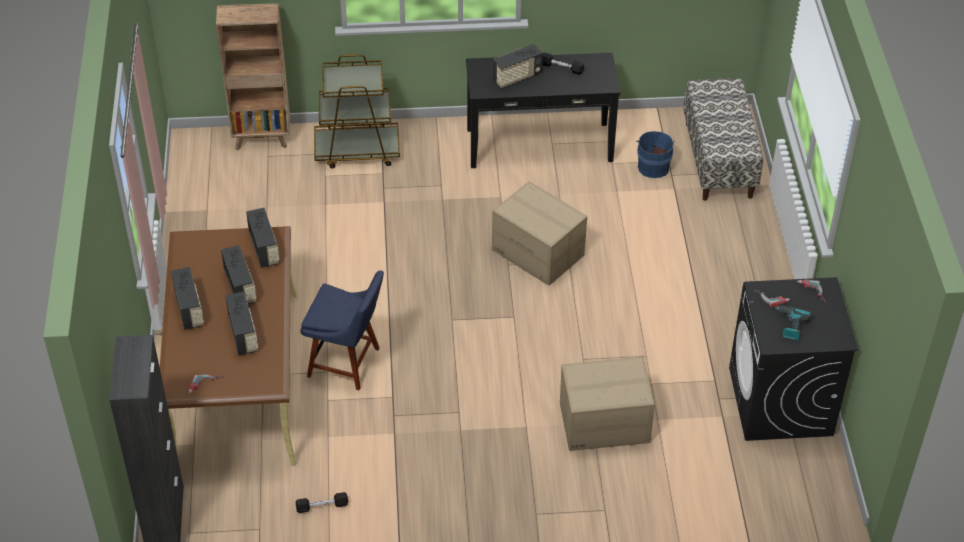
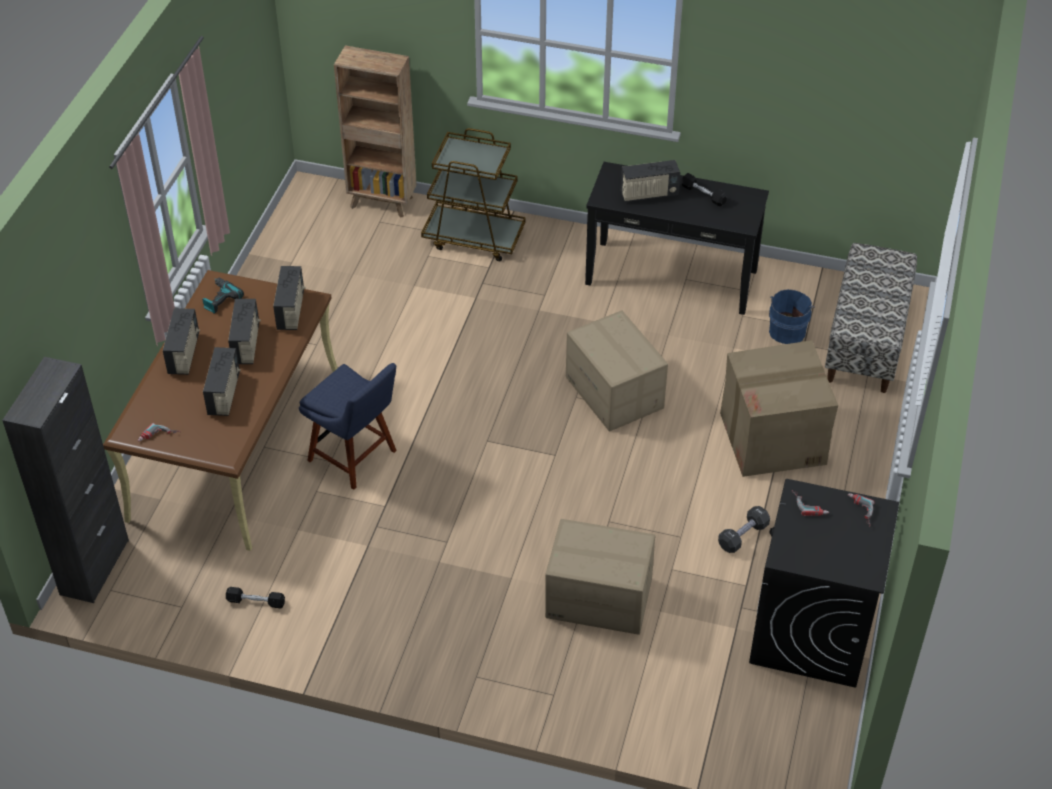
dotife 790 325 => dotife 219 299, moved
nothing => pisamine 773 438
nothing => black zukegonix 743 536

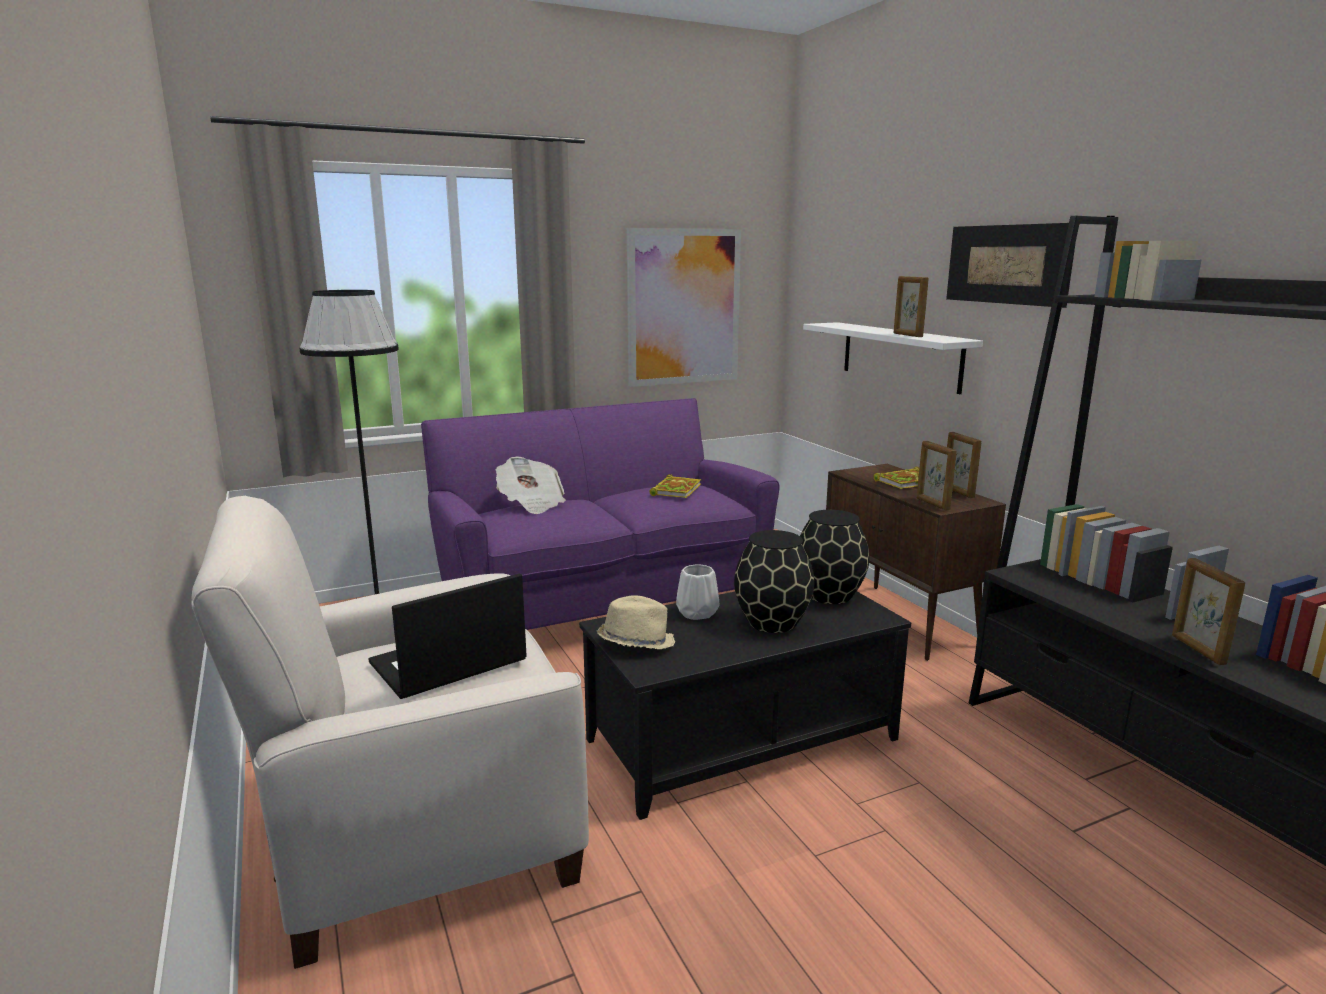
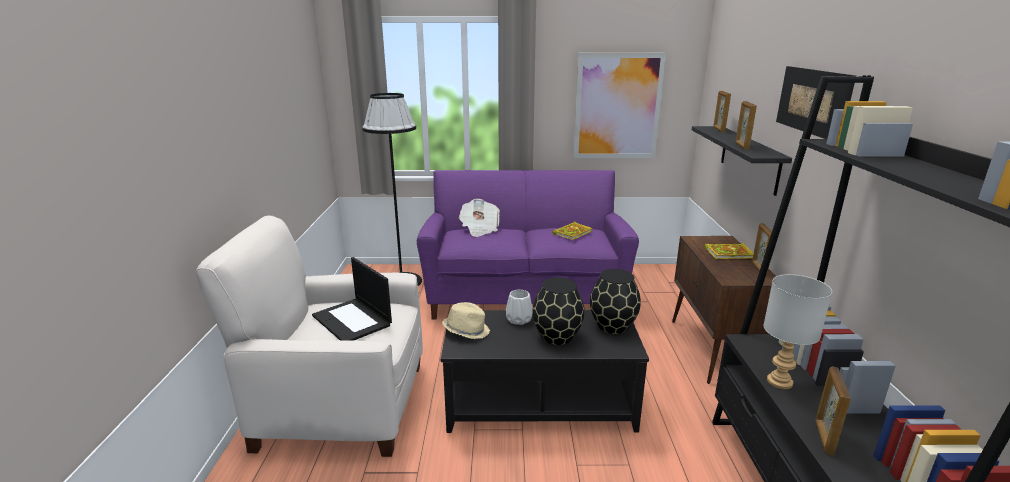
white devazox 900 356 => black devazox 749 158
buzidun 932 504 => buzidun 718 129, moved
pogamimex 447 663 => pogamimex 353 320, 120 degrees counterclockwise
nothing => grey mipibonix 779 382

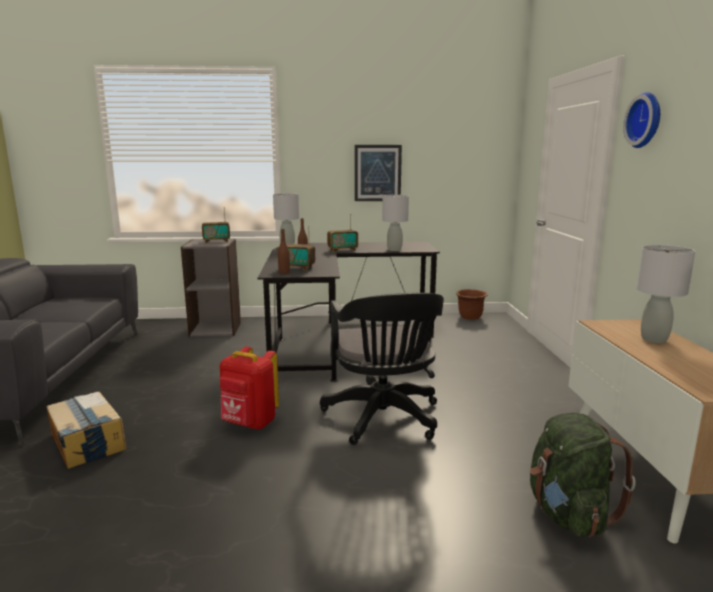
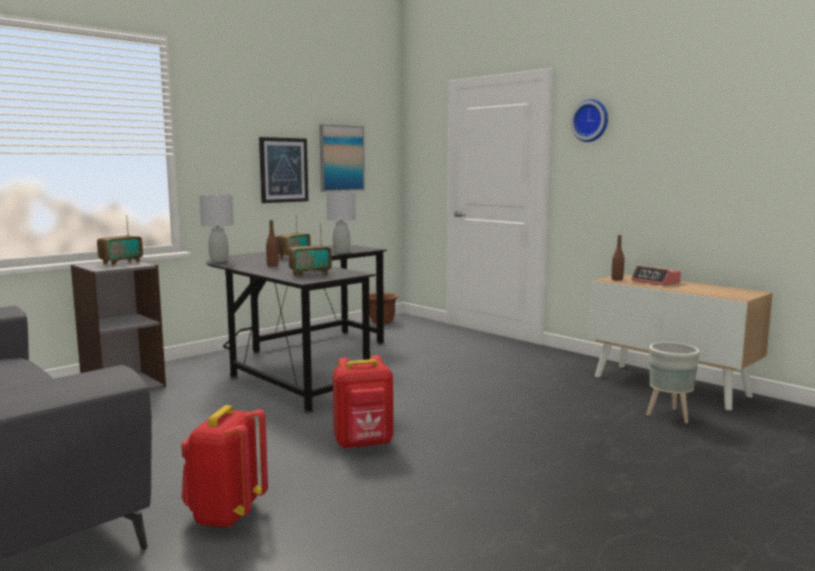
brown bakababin 284 272 => brown bakababin 617 279, moved
grey mipibonix 654 339 => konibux 656 282
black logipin 384 419 => nothing
pisamine 87 442 => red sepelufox 225 515
green sepelufox 568 514 => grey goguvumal 670 416
nothing => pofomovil 341 158

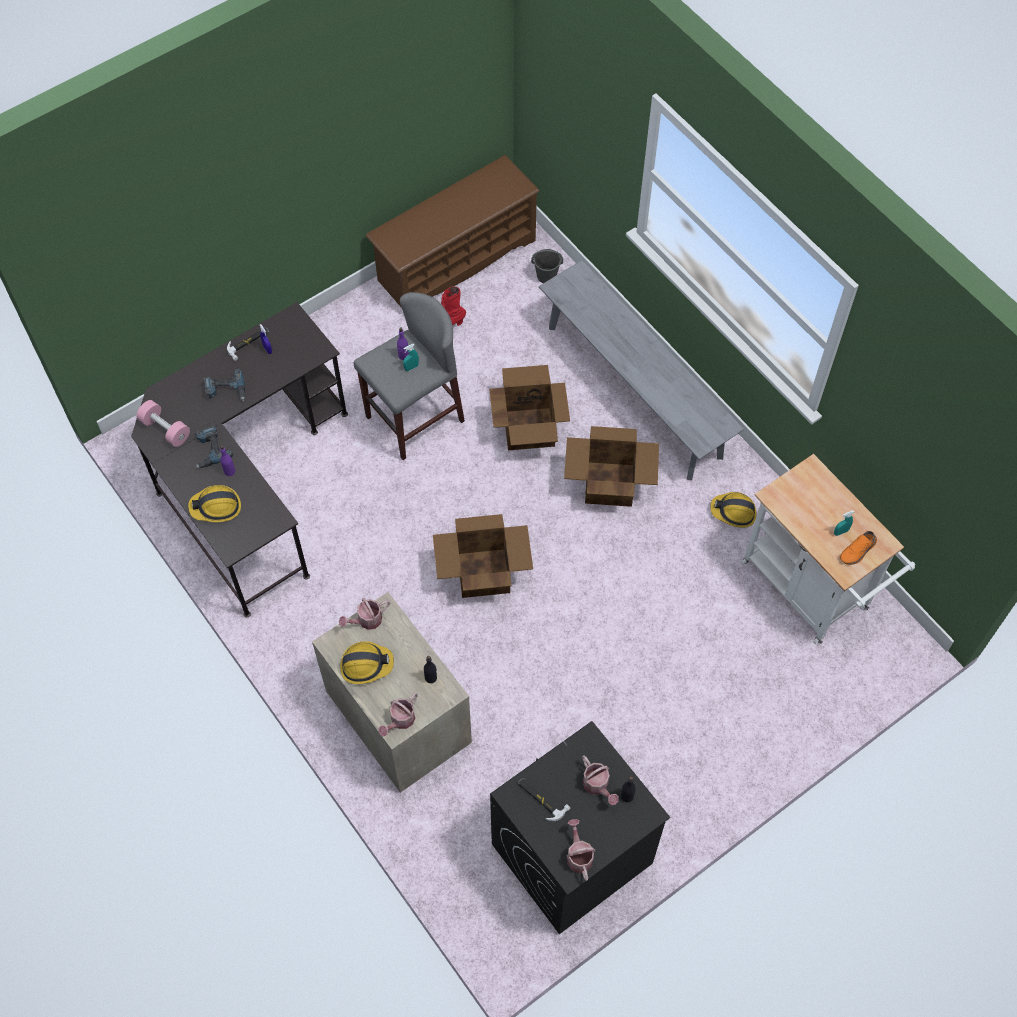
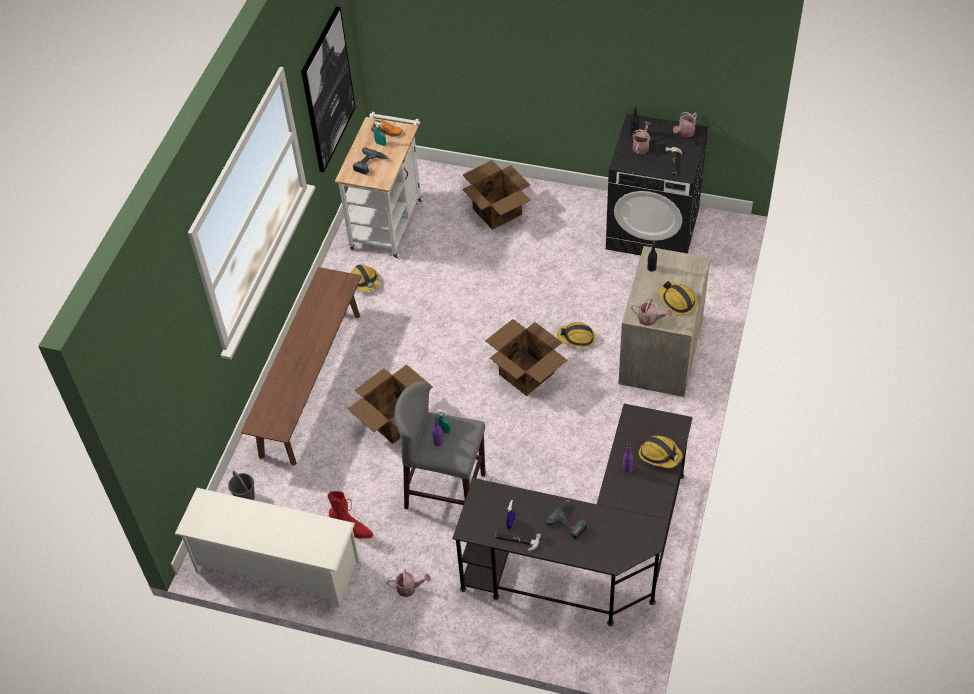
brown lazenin 456 260 => white lazenin 276 566
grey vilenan 634 391 => brown vilenan 311 383
pink zukegonix 165 429 => nothing
dotife 209 450 => dotife 369 164, moved
pisamine 608 483 => pisamine 497 212, moved
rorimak 400 721 => rorimak 409 588, moved
nothing => pofomovil 327 90
nothing => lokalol 576 338

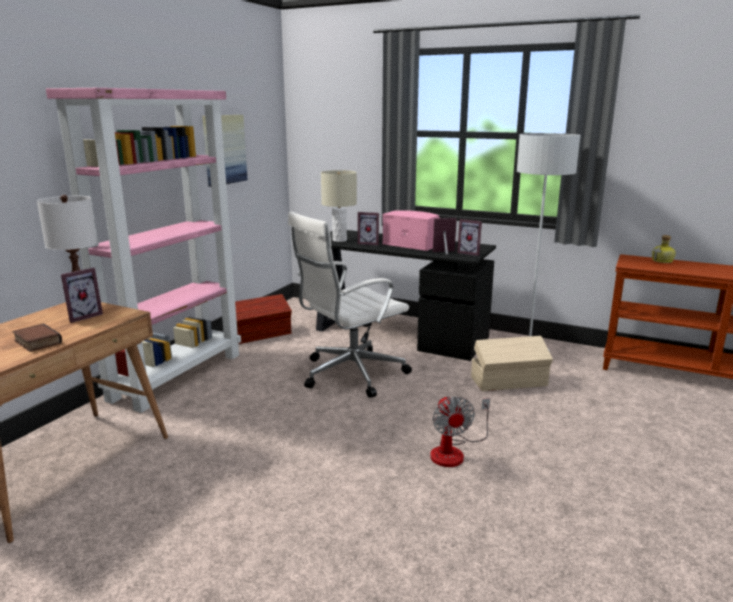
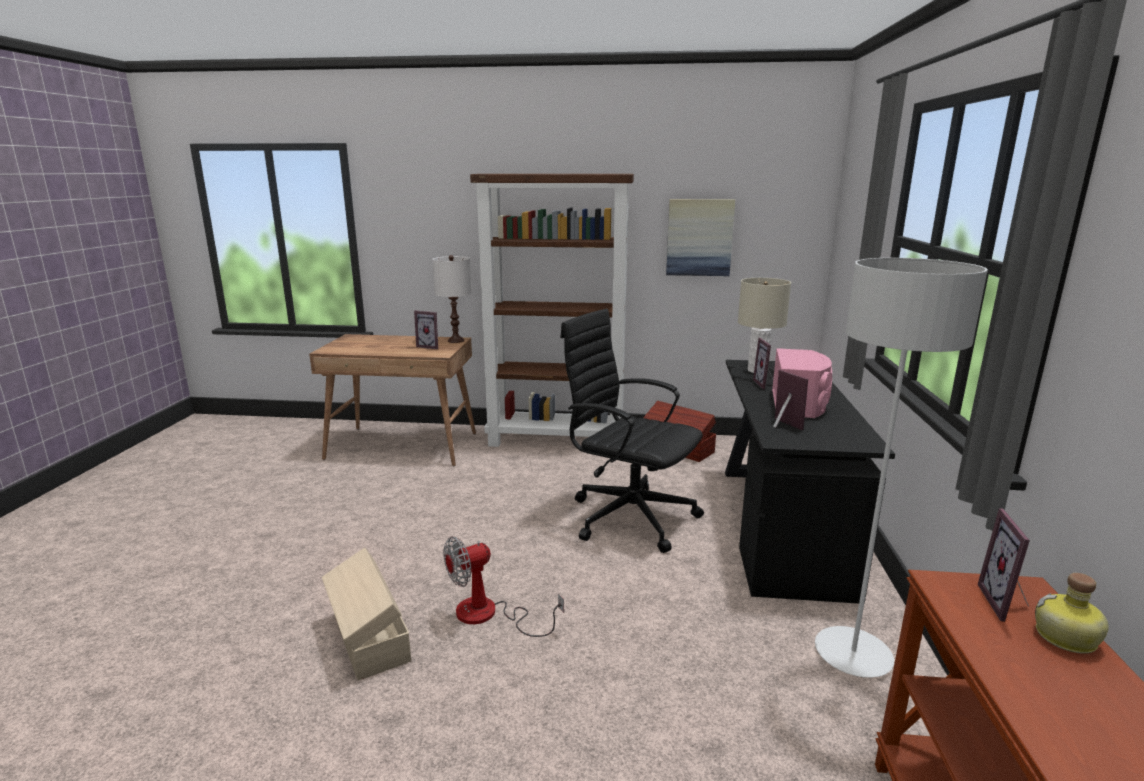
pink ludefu 177 376 => brown ludefu 557 440
white logipin 350 374 => black logipin 629 516
buzidun 470 253 => buzidun 1007 604, moved
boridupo 36 342 => nothing
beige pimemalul 510 382 => beige pimemalul 369 638, moved

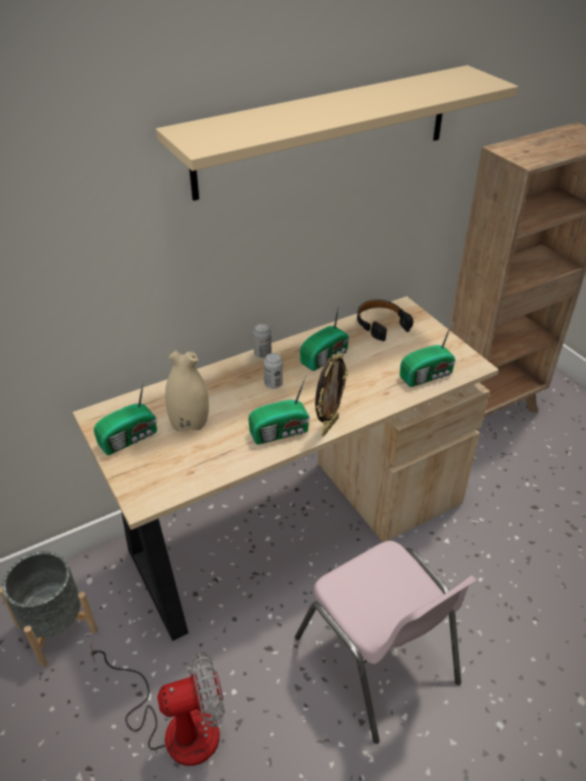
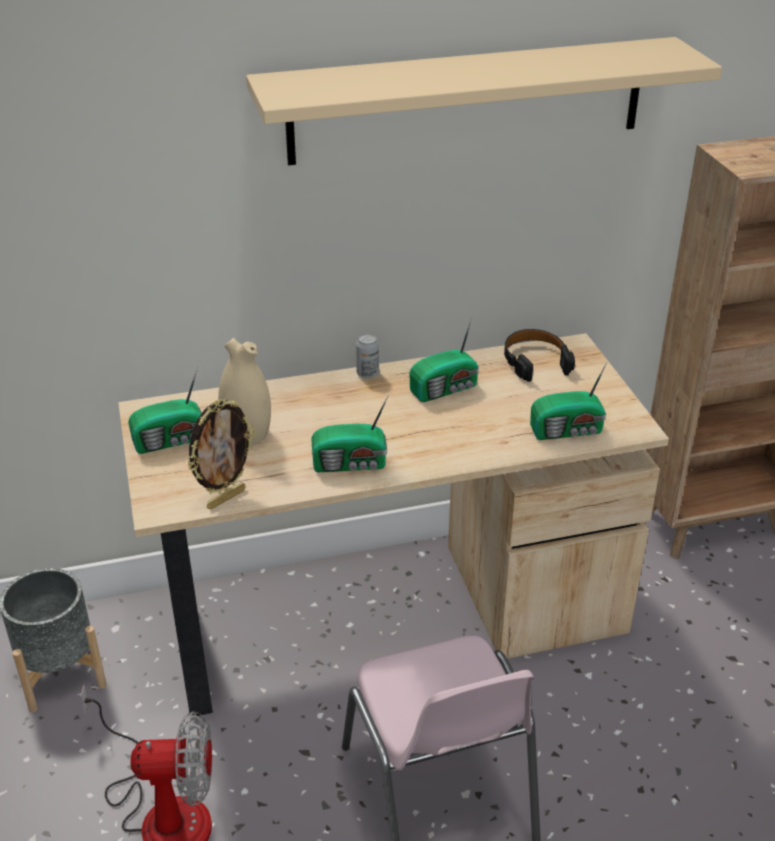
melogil 273 384 => nothing
buzidun 329 426 => buzidun 225 498, moved

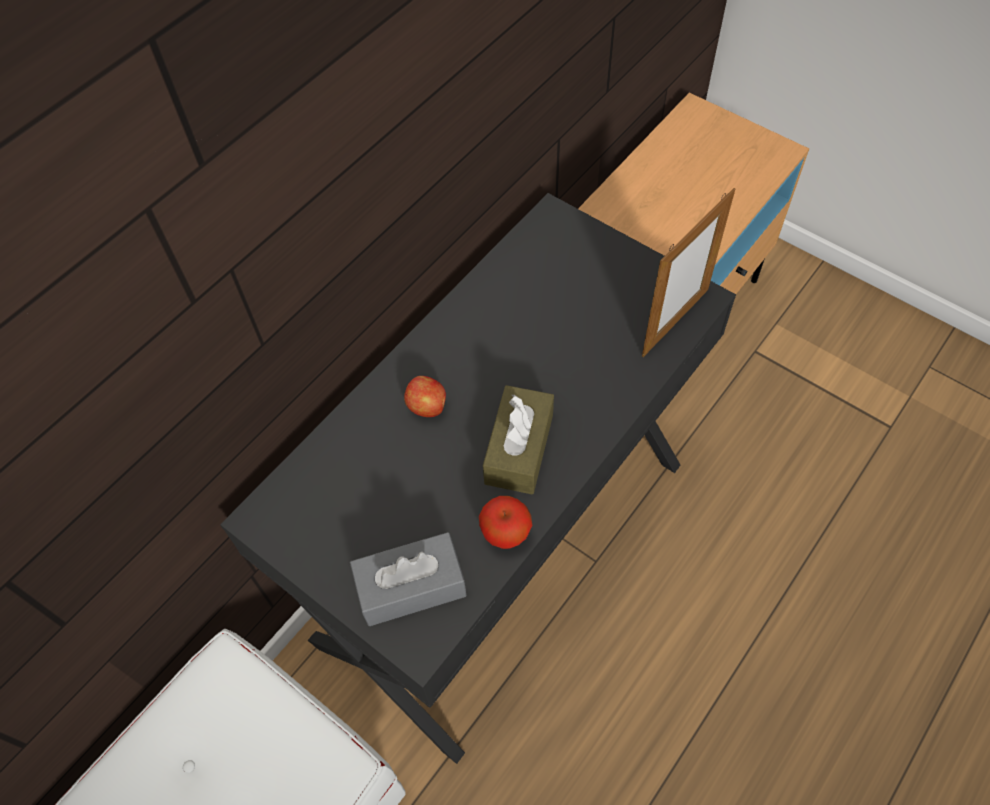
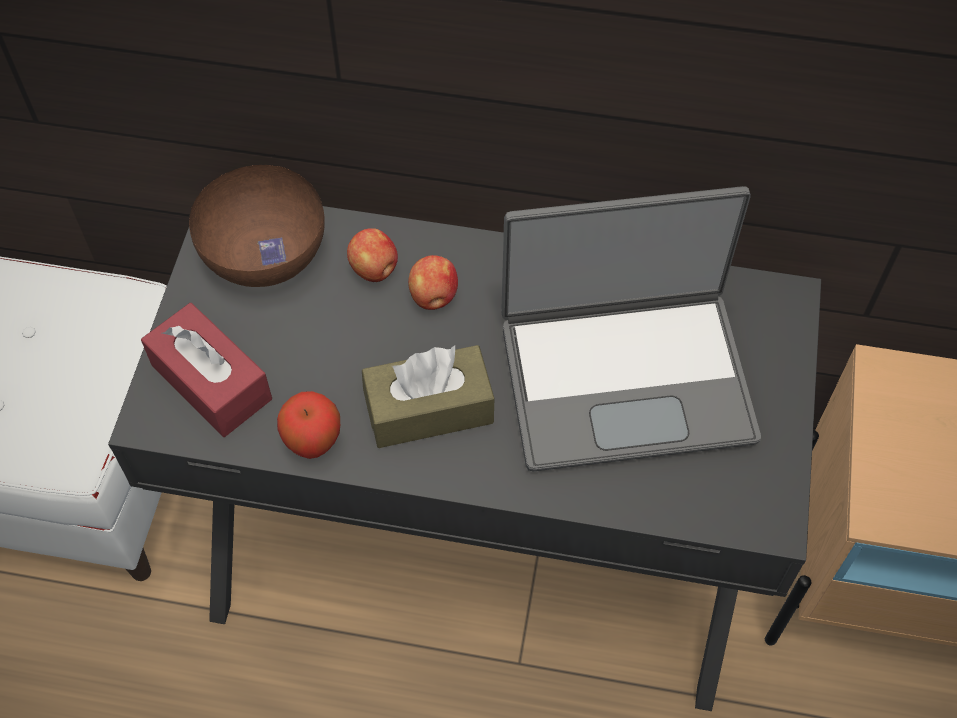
buzidun 675 322 => nothing
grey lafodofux 411 587 => red lafodofux 211 382
nothing => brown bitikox 263 251
nothing => pogamimex 625 377
nothing => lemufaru 374 270

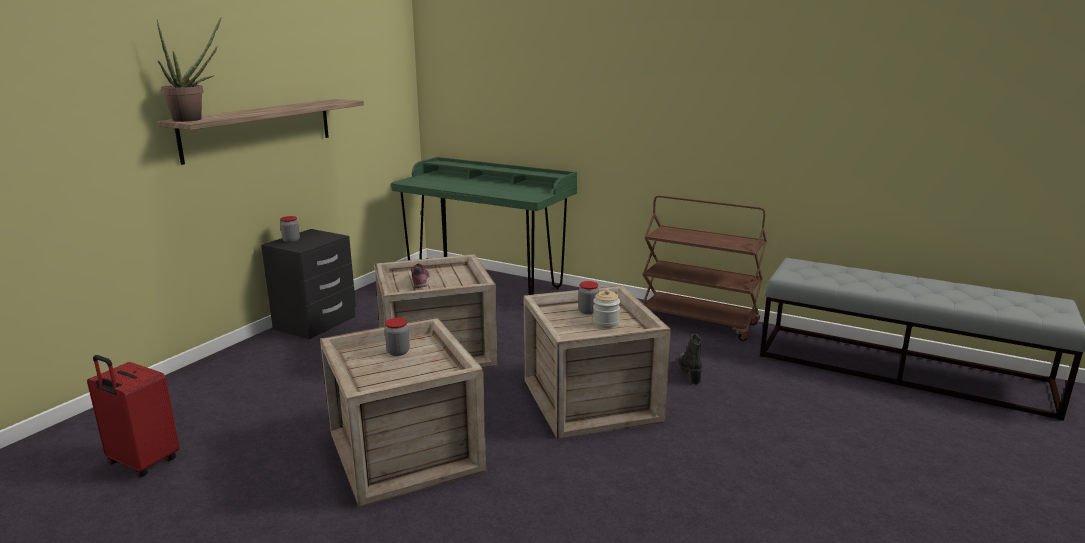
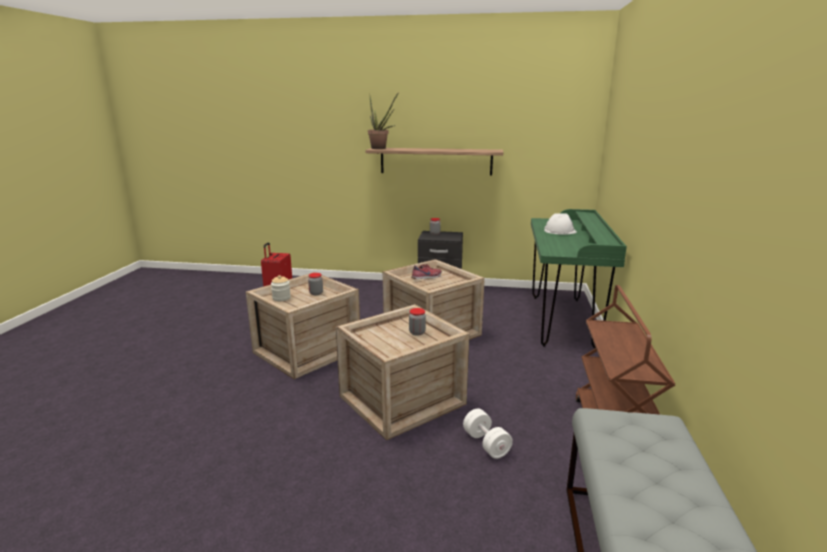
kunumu 606 323 => kunumu 281 298, moved
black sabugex 689 372 => white zukegonix 486 444
nothing => white lokalol 560 231

